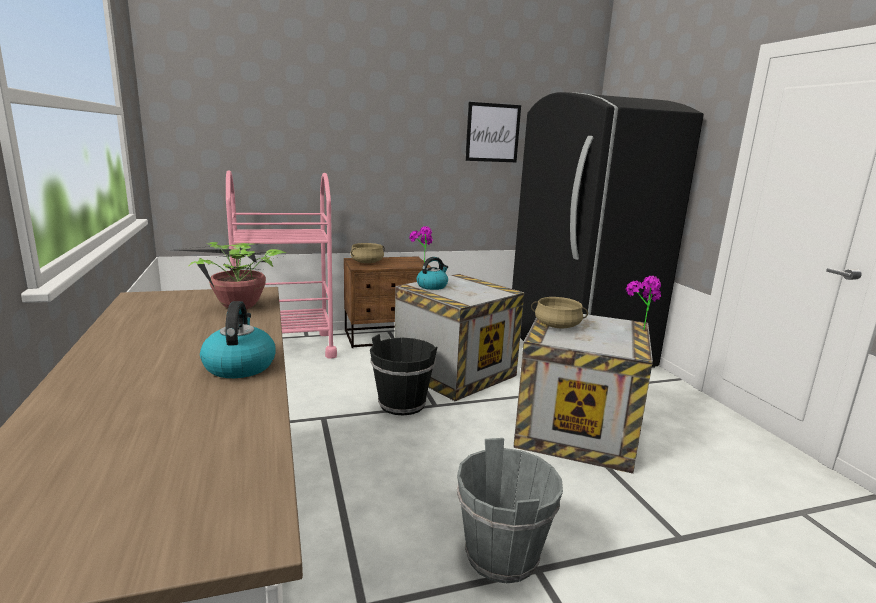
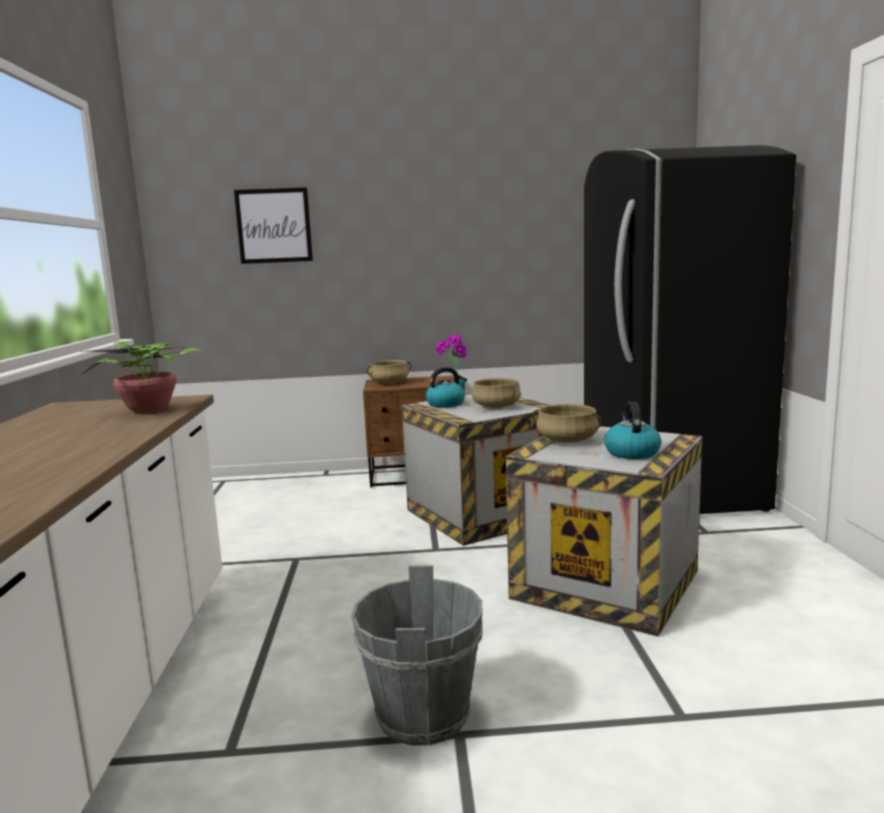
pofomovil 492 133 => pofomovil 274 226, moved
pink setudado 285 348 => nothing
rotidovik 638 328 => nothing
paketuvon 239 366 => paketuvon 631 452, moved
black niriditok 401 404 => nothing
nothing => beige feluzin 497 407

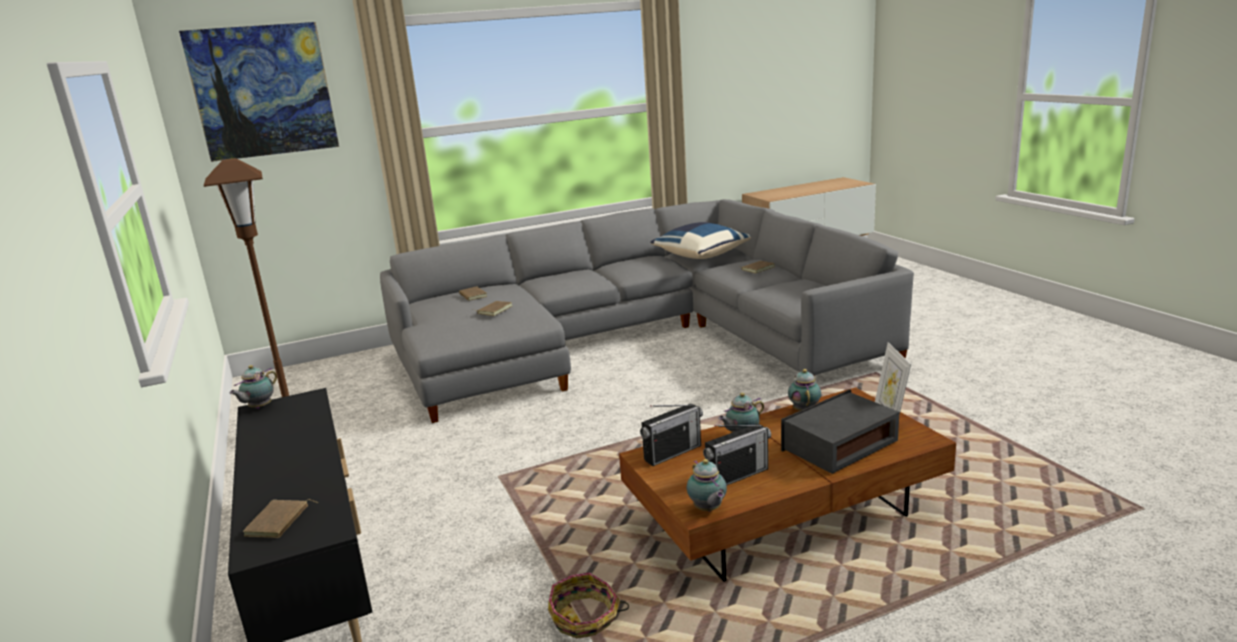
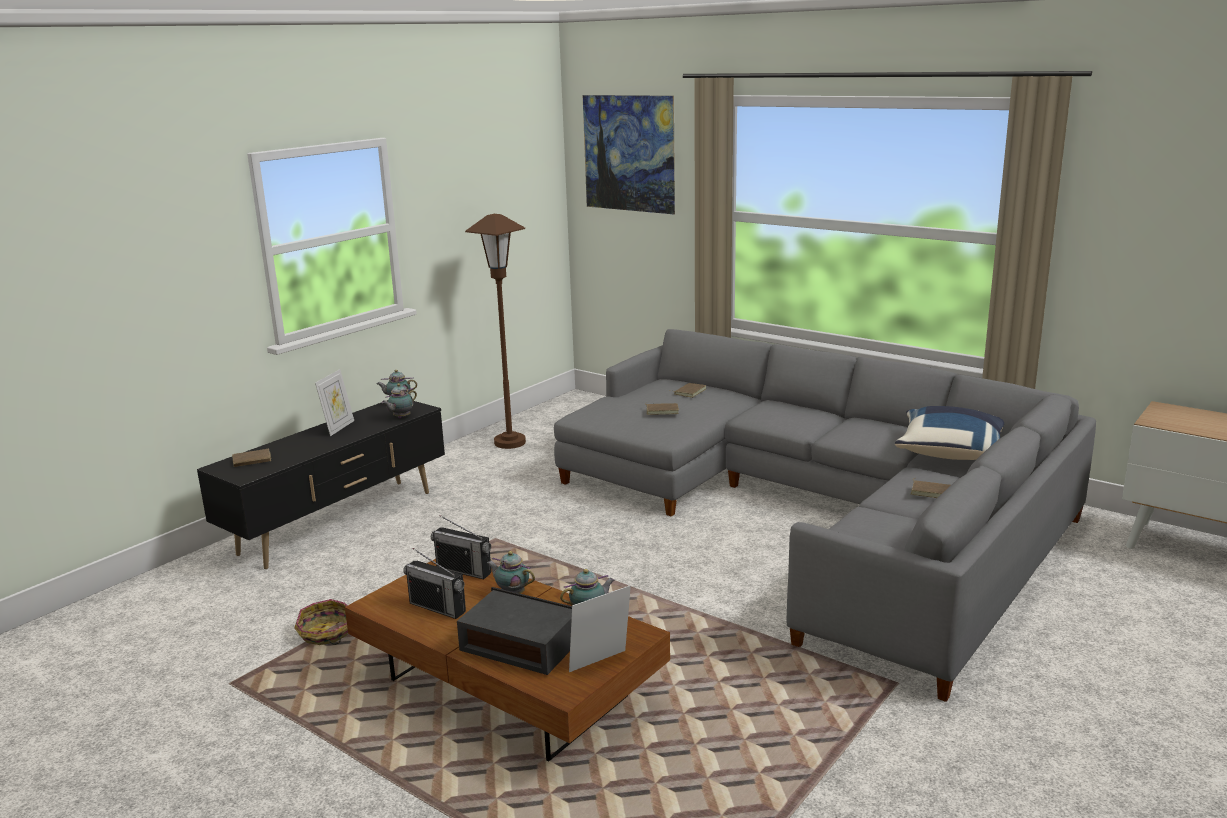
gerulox 707 510 => gerulox 400 417, moved
nothing => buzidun 338 428

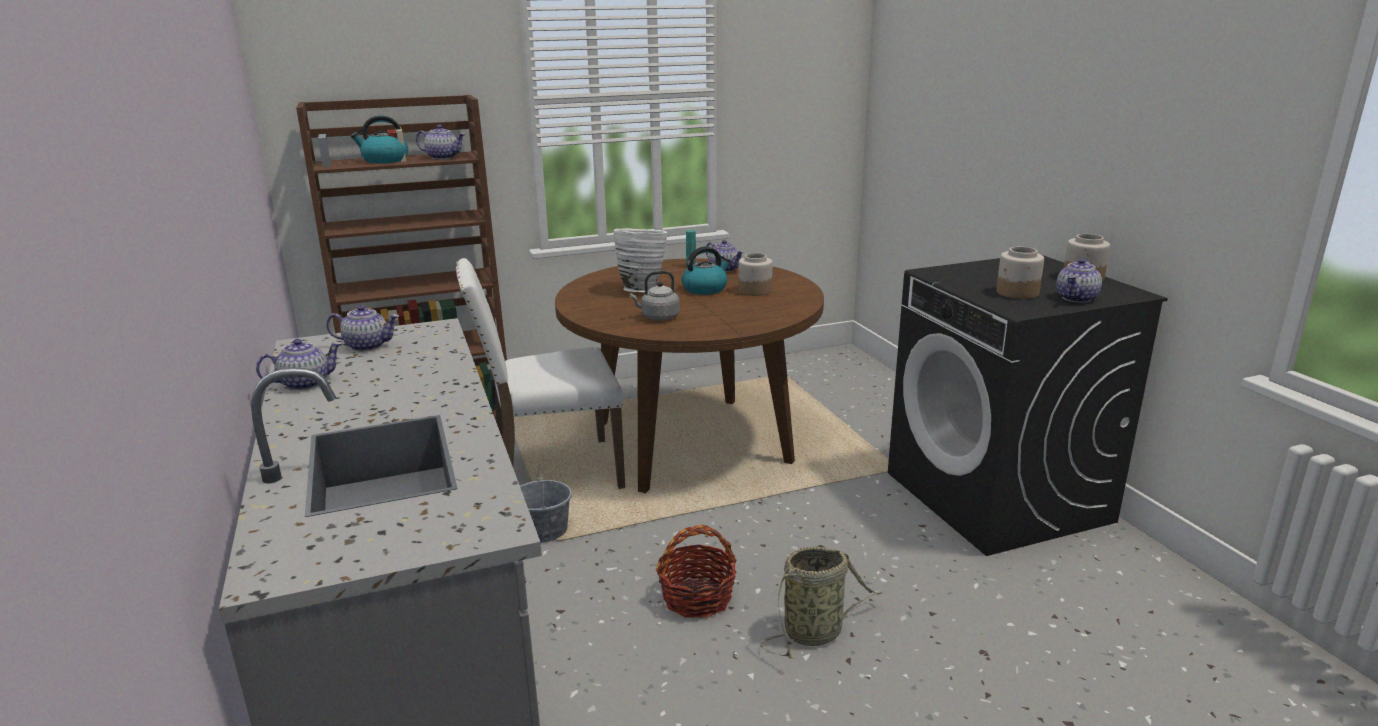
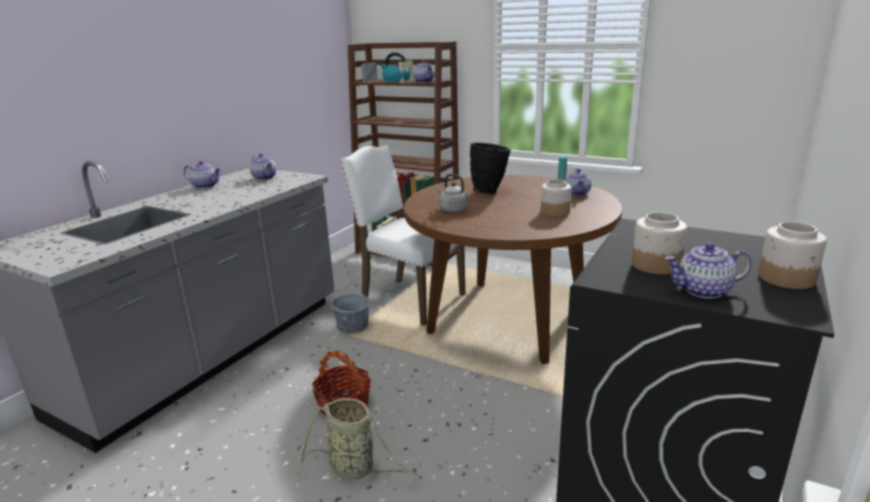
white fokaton 641 290 => black fokaton 490 192
paketuvon 705 289 => nothing

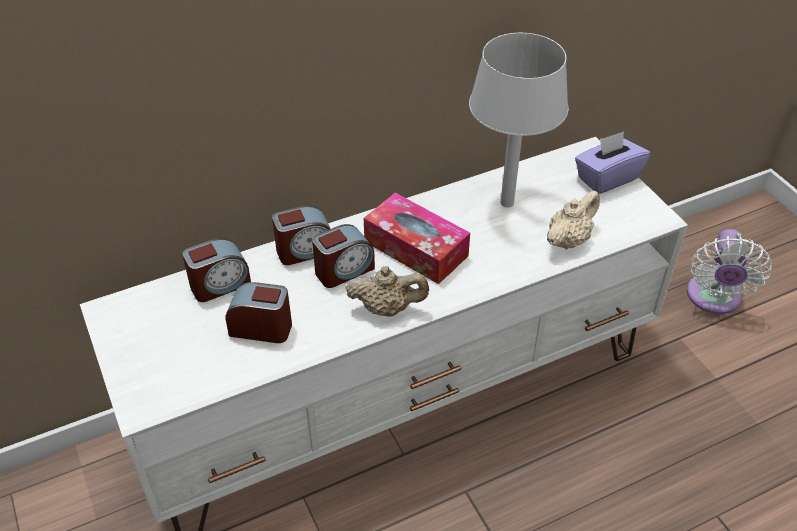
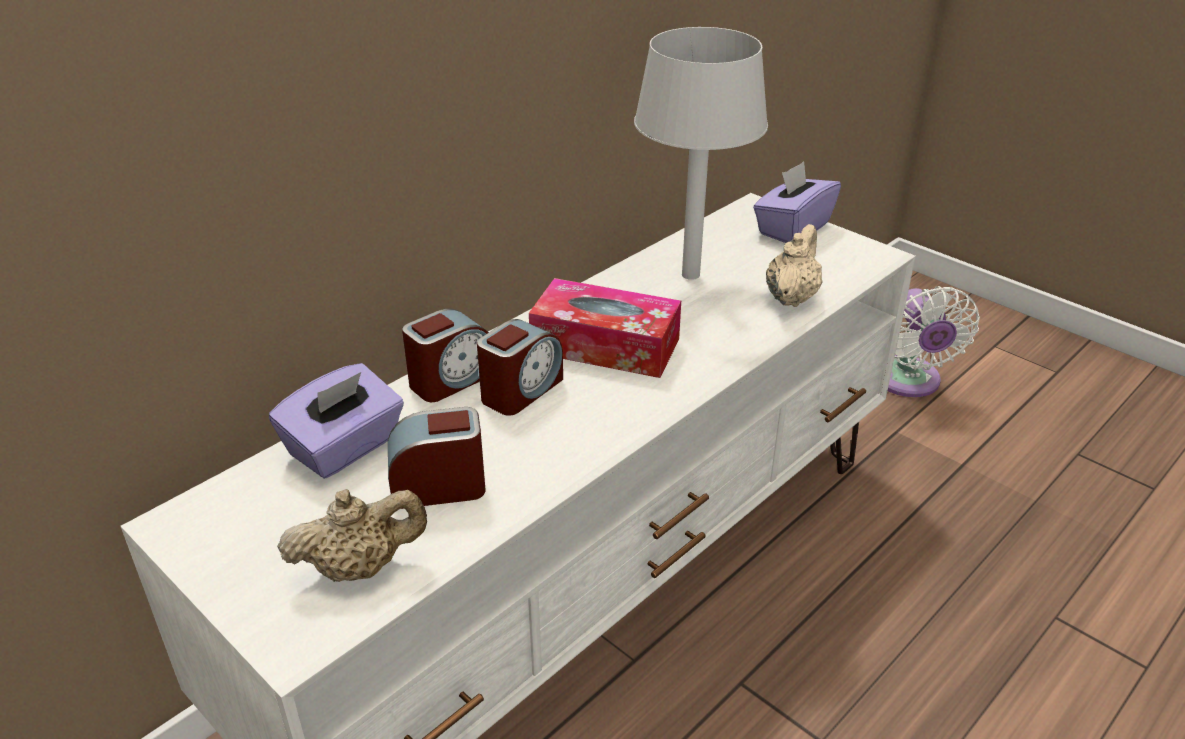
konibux 220 285 => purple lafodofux 345 448
beige gerulox 387 308 => beige gerulox 360 567, moved

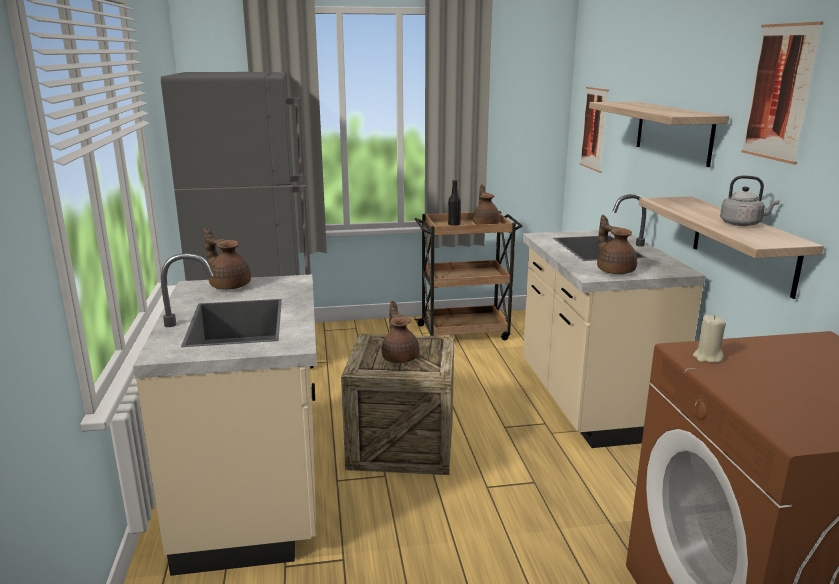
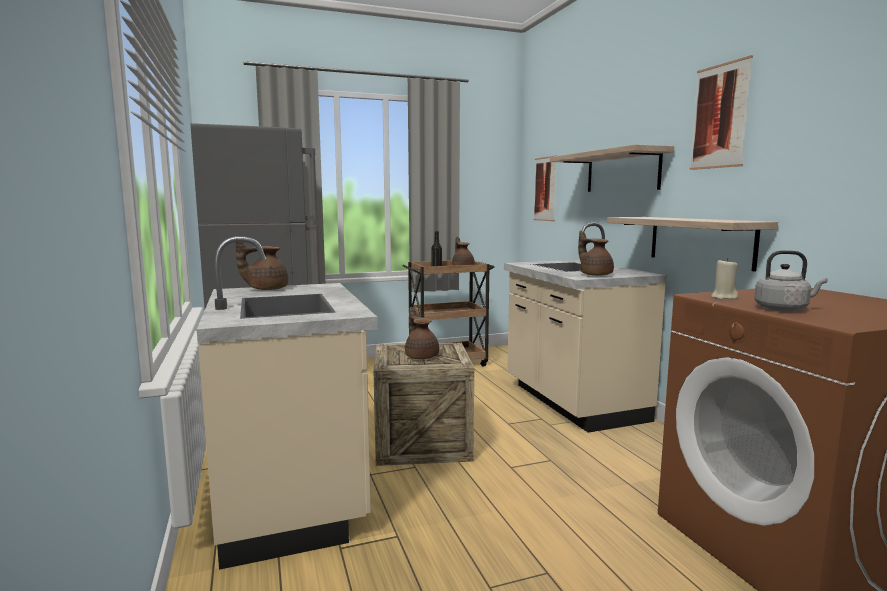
grey paketuvon 742 224 => grey paketuvon 784 309, moved
brown gerulox 229 285 => brown gerulox 266 289, 60 degrees counterclockwise

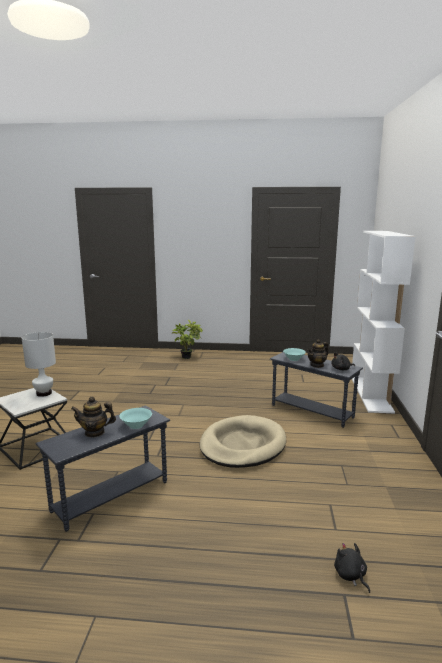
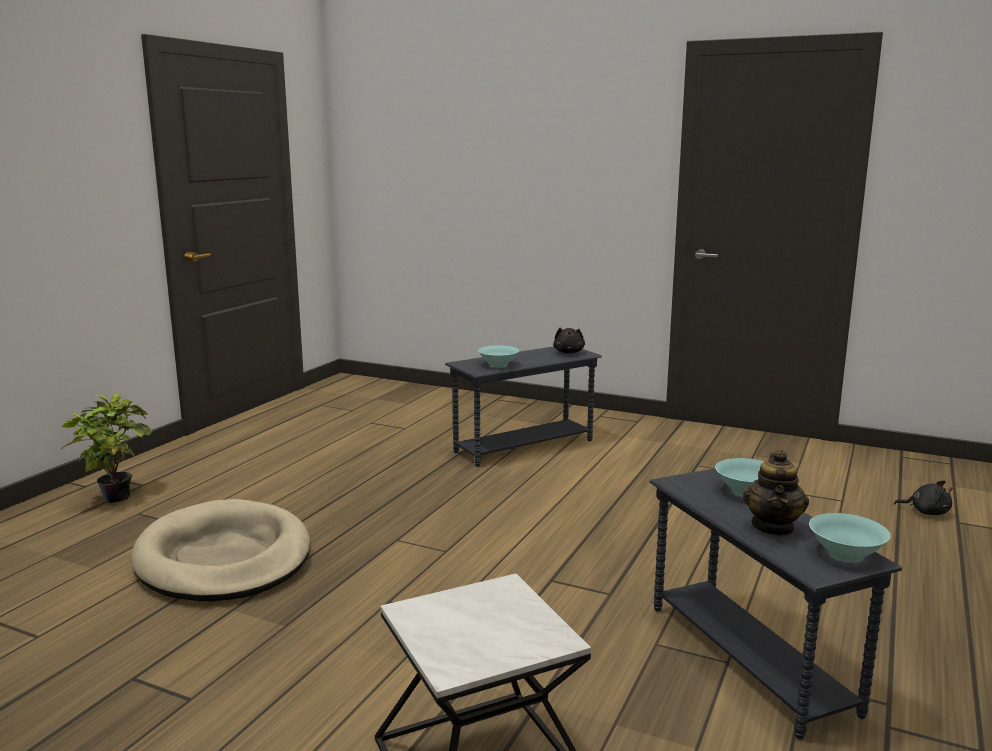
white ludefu 371 394 => nothing
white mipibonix 43 393 => nothing
gerulox 317 365 => nothing
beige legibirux 242 445 => beige legibirux 224 558, moved
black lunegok 351 576 => black lunegok 926 512, 150 degrees counterclockwise
nothing => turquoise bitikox 845 554

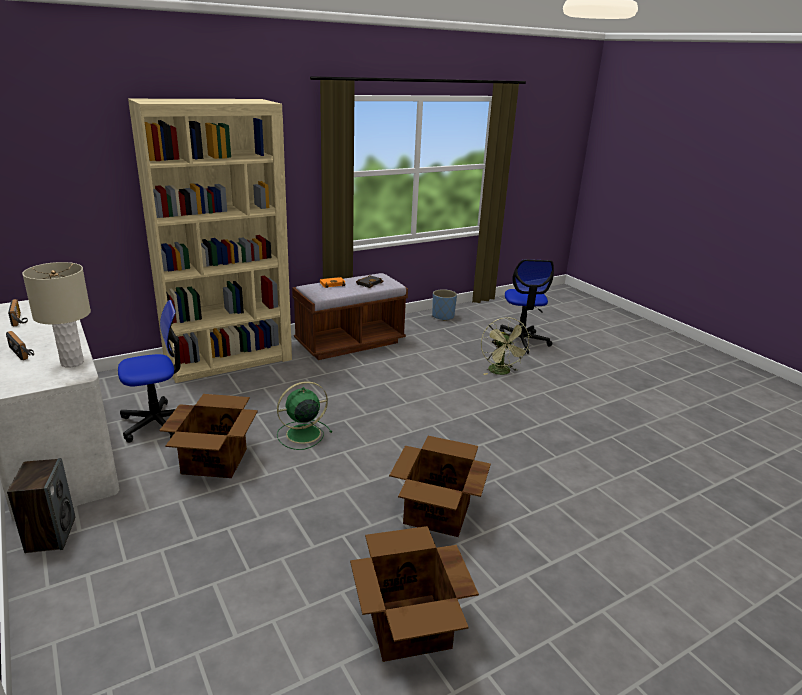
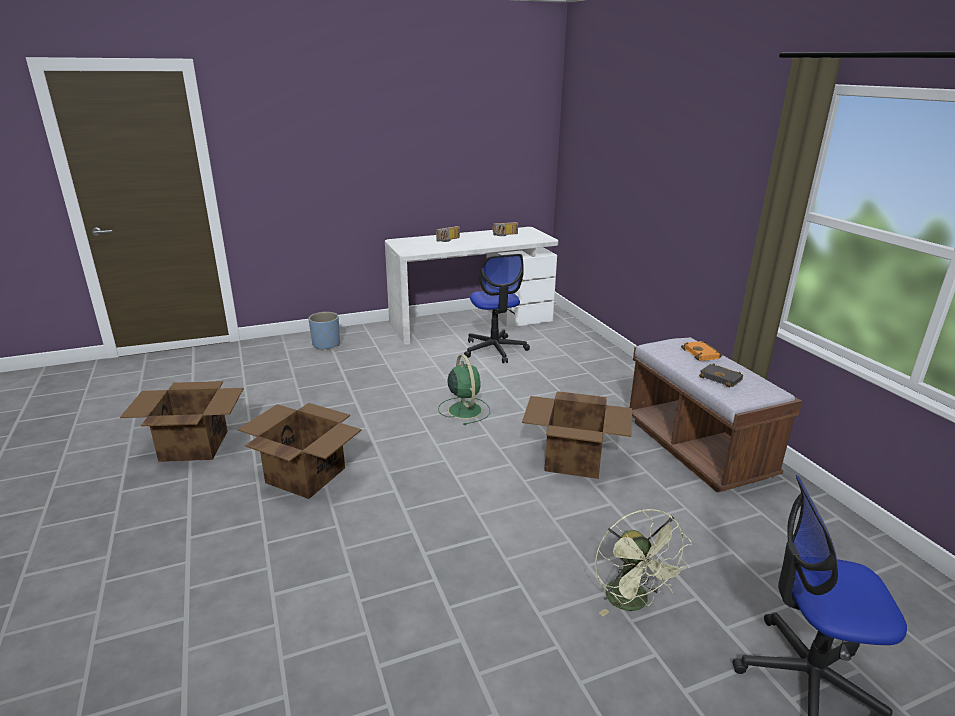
beige ludefu 229 360 => nothing
beige mipibonix 72 362 => nothing
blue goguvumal 443 316 => blue goguvumal 326 345, moved
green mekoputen 501 372 => green mekoputen 633 603, 105 degrees counterclockwise
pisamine 215 460 => pisamine 574 459, moved
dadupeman 50 534 => nothing

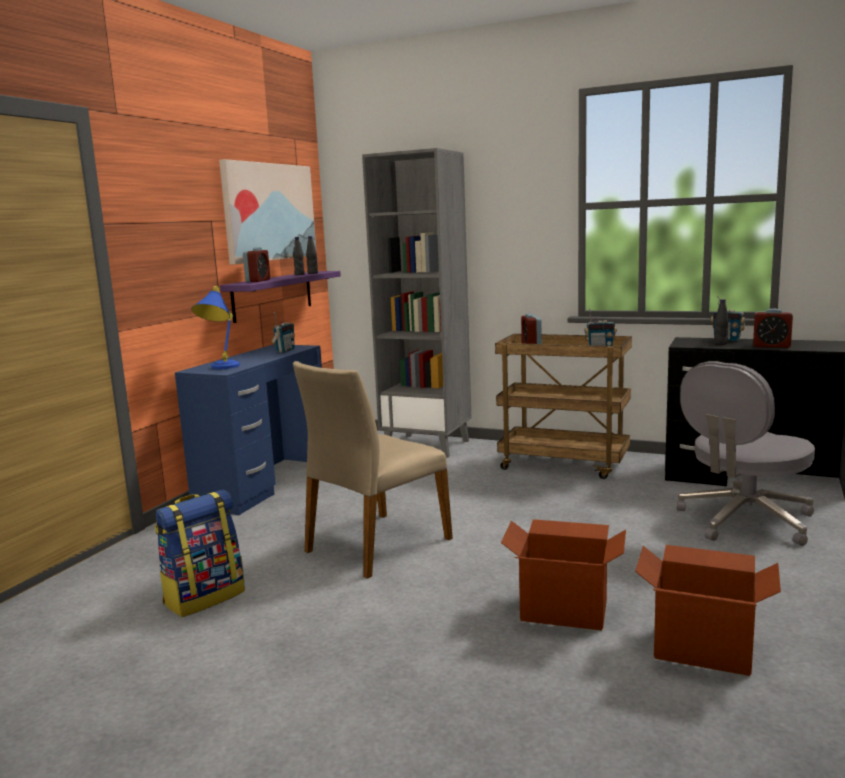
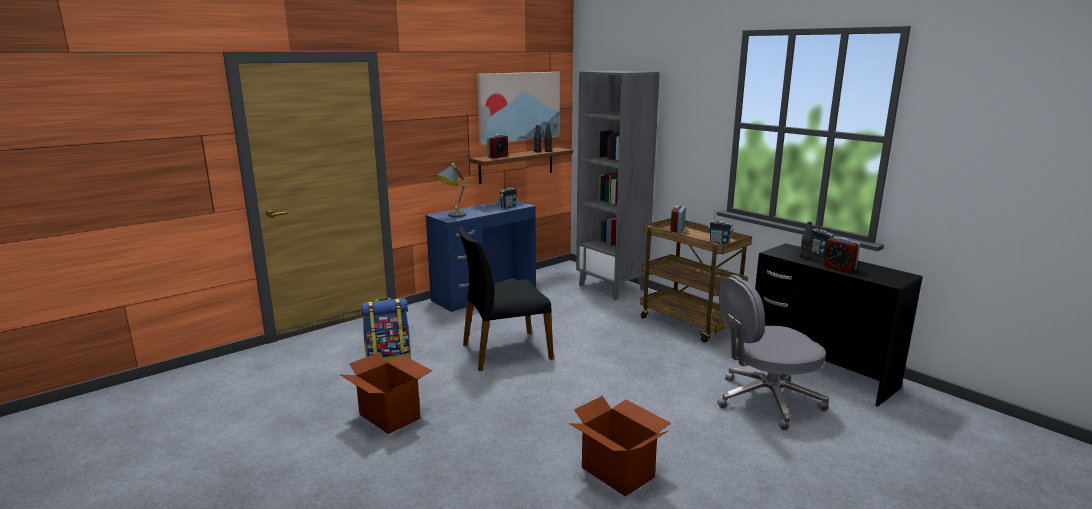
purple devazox 273 295 => brown devazox 516 165
blue mipibonix 220 368 => grey mipibonix 451 216
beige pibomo 376 545 => black pibomo 505 351
pisamine 564 610 => pisamine 390 416, moved

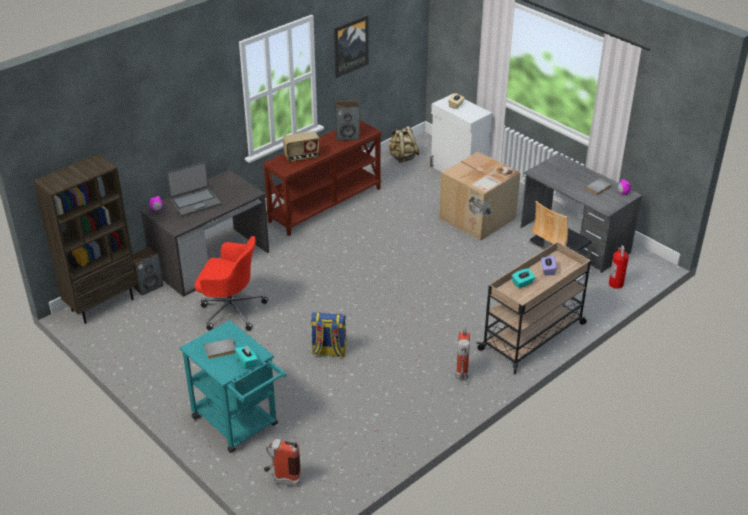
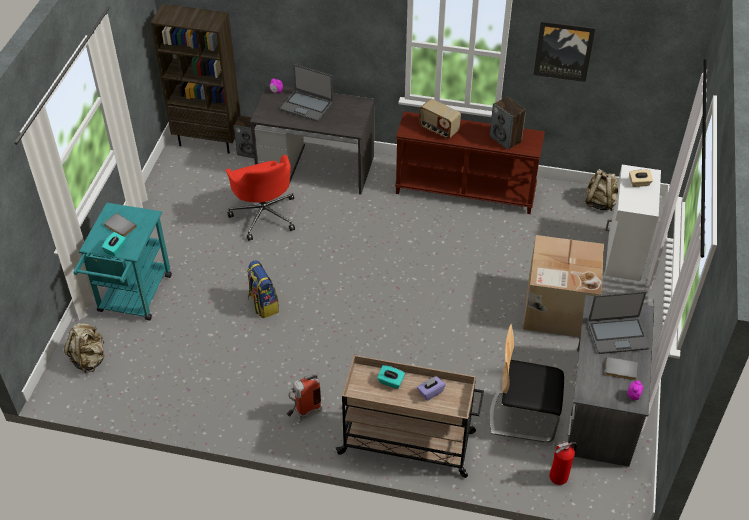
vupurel 283 480 => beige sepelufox 89 359
nothing => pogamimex 617 335

